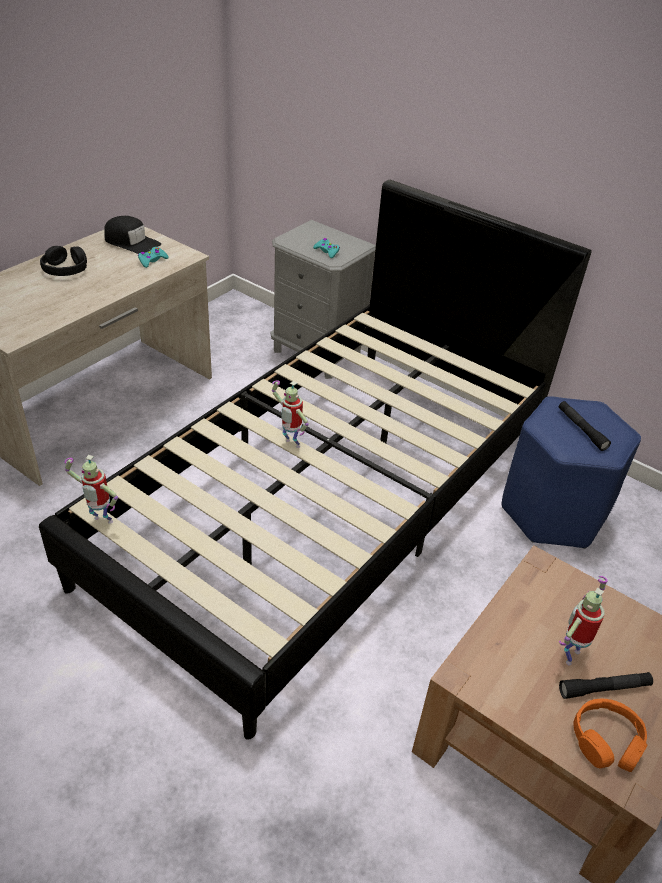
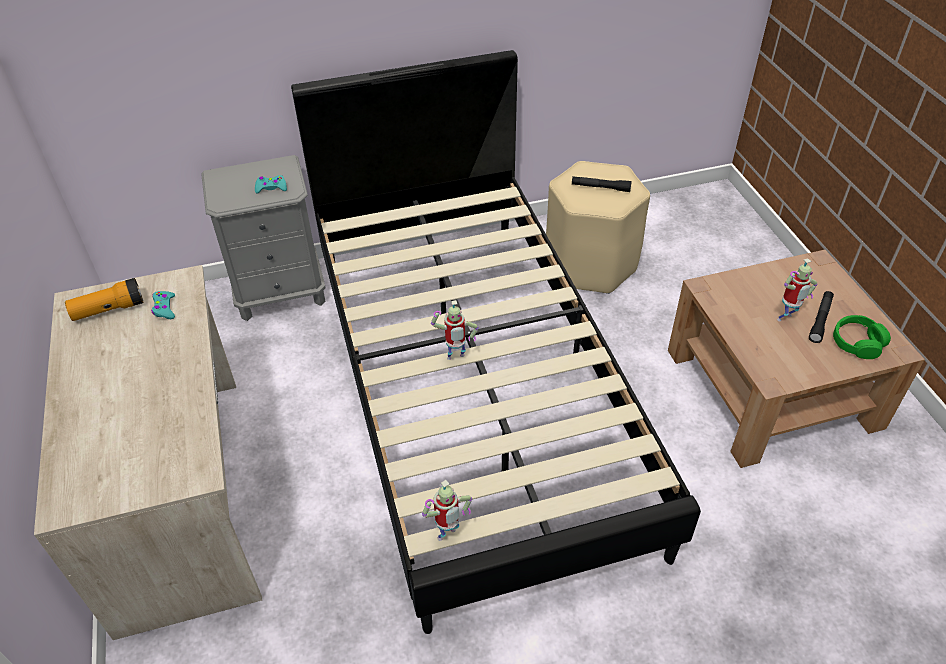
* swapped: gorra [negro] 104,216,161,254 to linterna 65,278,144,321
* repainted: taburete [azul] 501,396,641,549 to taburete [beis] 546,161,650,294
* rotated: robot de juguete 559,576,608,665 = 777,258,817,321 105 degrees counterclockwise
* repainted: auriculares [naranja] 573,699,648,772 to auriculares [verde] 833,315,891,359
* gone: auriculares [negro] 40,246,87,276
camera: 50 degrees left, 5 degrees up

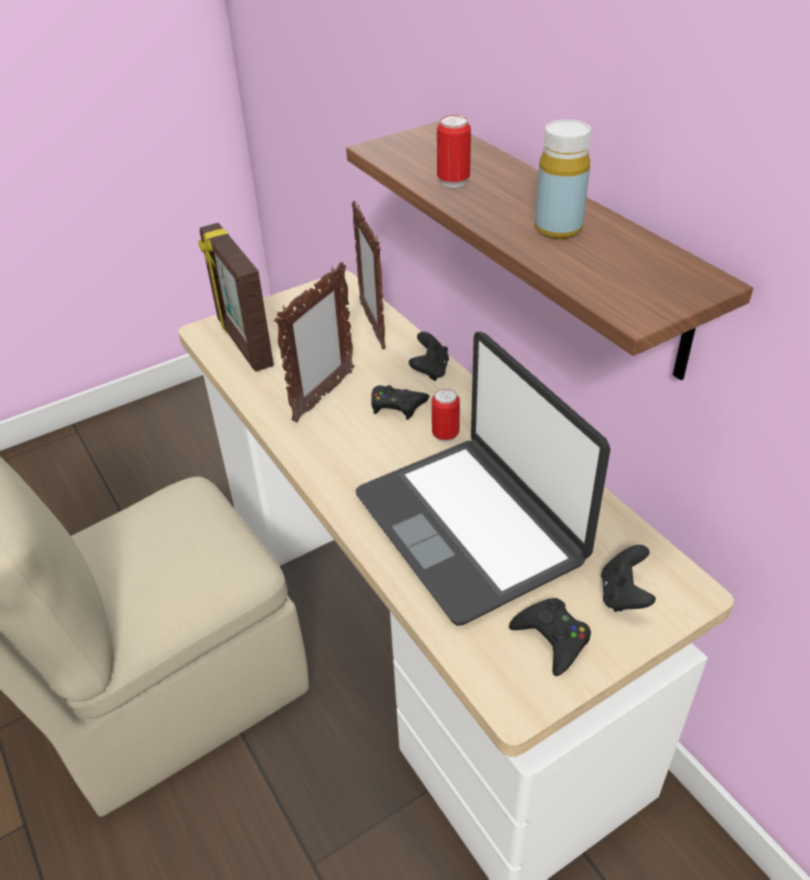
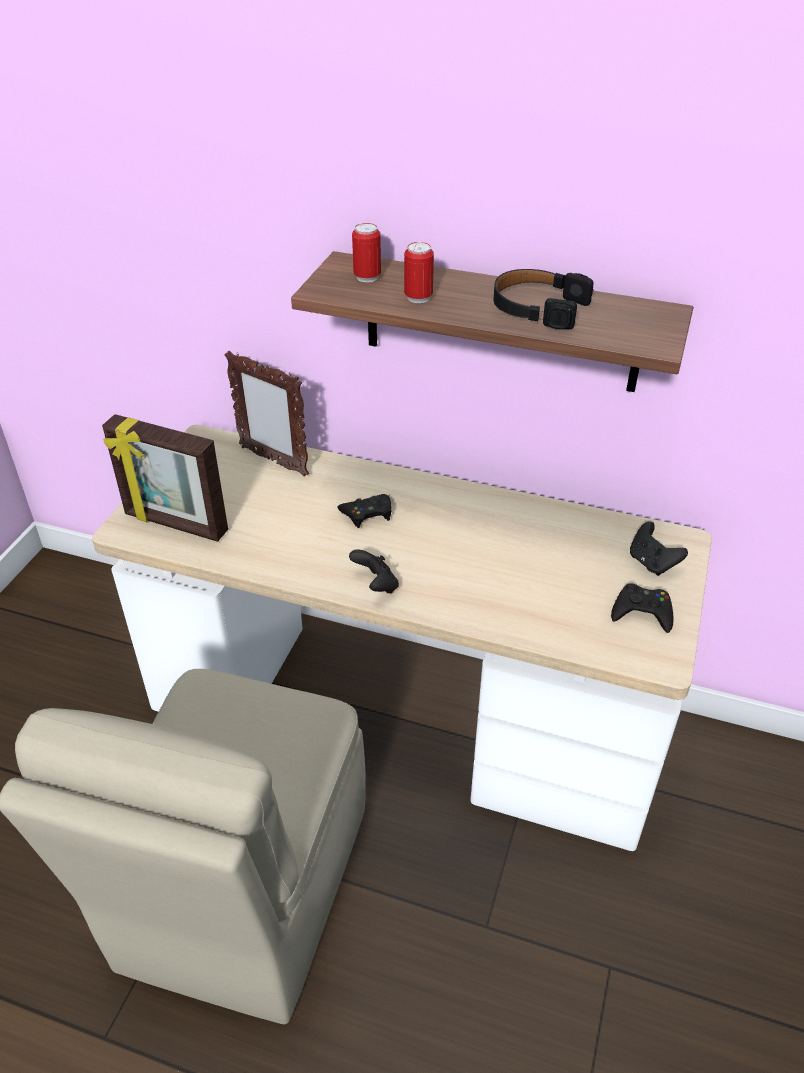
* shifted: mando de consola [negro] 409,331,449,381 to 349,549,399,593
* shifted: lata 432,388,460,442 to 352,223,381,283
* swapped: botella [amarillo] 535,120,591,239 to auriculares [negro] 493,269,594,329
* gone: portarretratos 274,262,354,422
* gone: portátil 356,332,610,626
camera: 40 degrees left, 0 degrees up

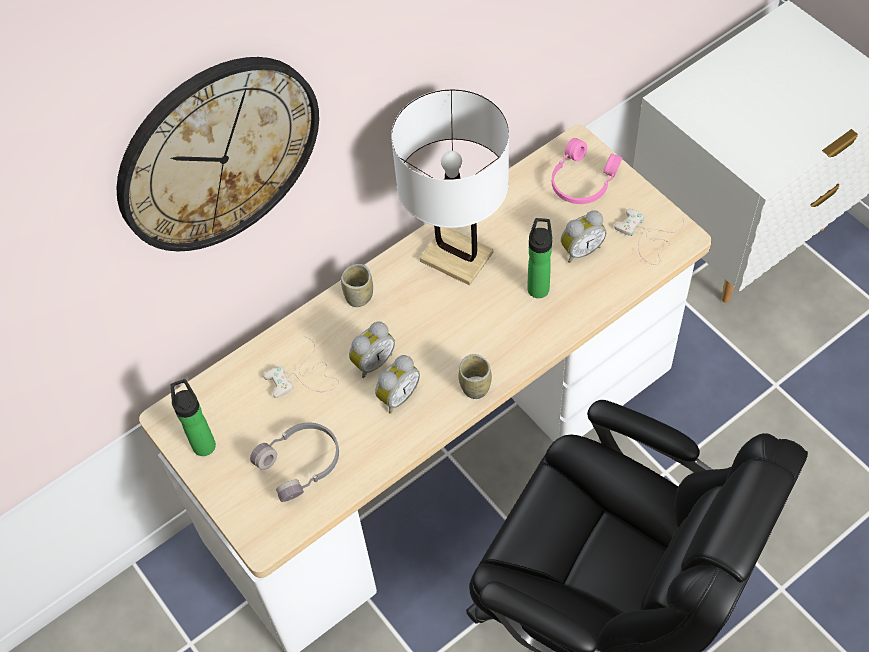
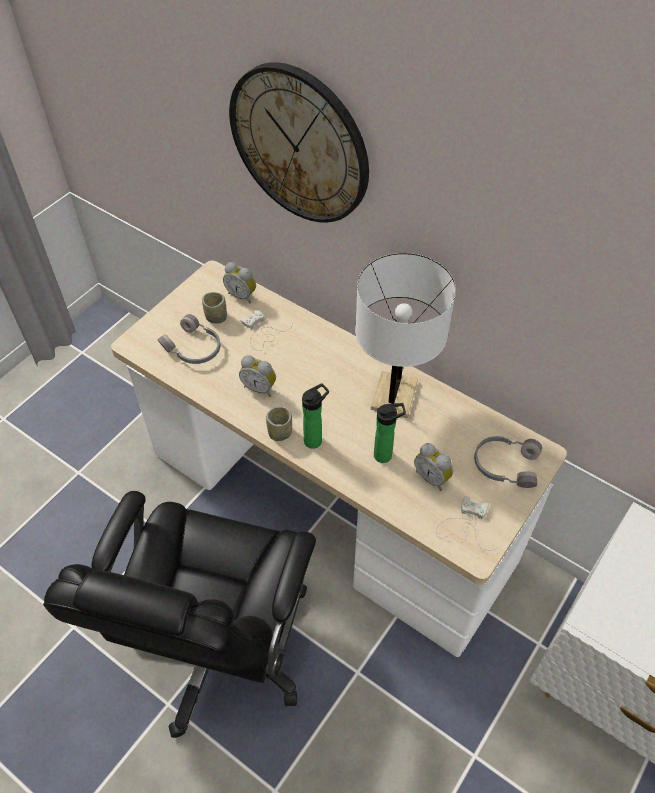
* shifted: taza 341,264,373,307 to 202,292,227,324
* shifted: despertador 349,321,395,378 to 223,262,256,303
* shifted: botella 171,379,216,456 to 302,383,329,449
* repainted: auriculares [rosa] 552,138,622,204 to auriculares [gris] 474,436,542,488
camera: 70 degrees right, 5 degrees down

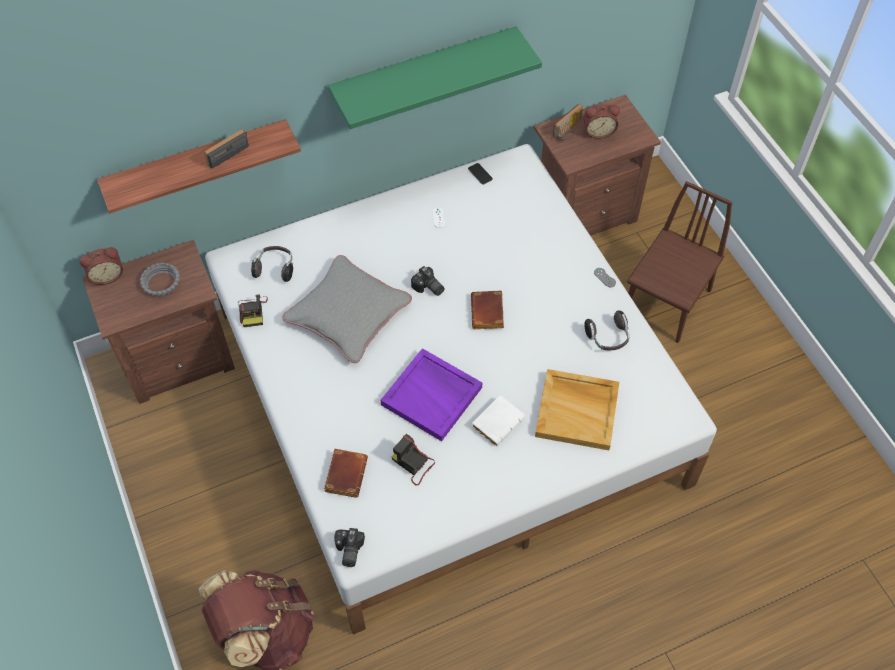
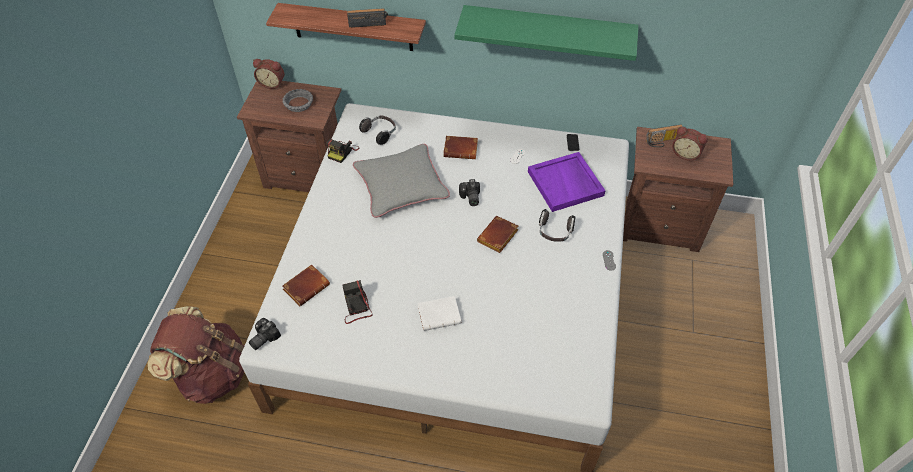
* new: libro [marrón] 443,136,478,159
* shifted: bandeja [morado] 381,348,482,441 to 528,152,605,212
* shifted: auriculares 584,310,630,350 to 539,209,575,242
* gone: bandeja [beis] 535,369,620,450
* gone: silla [marrón] 627,181,733,343
camera: 35 degrees right, 5 degrees down

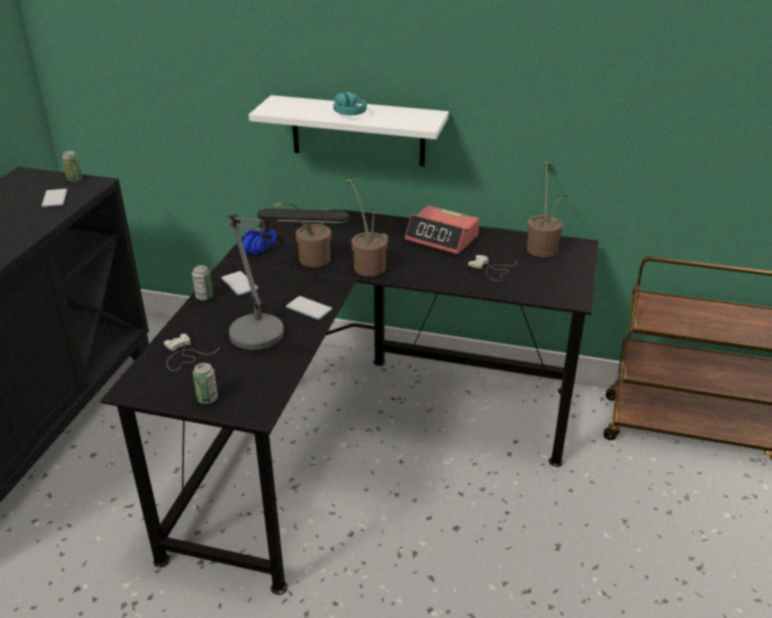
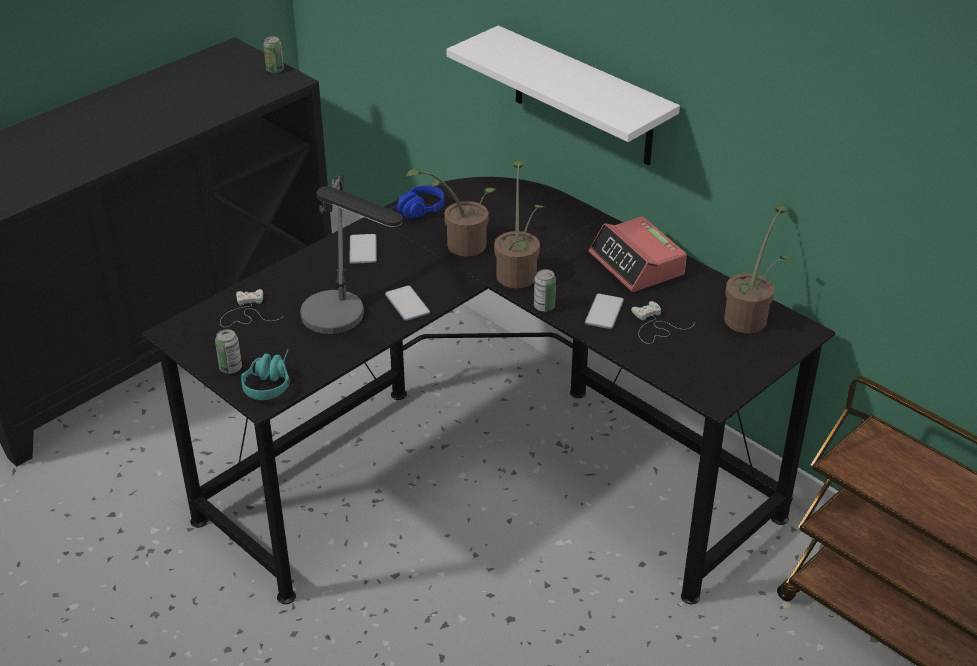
* shifted: auriculares [turquesa] 333,92,367,115 to 241,349,290,400
* shifted: lata 192,265,213,301 to 534,269,556,312
* shifted: móvil 41,189,67,207 to 585,294,624,329
camera: 30 degrees right, 5 degrees up

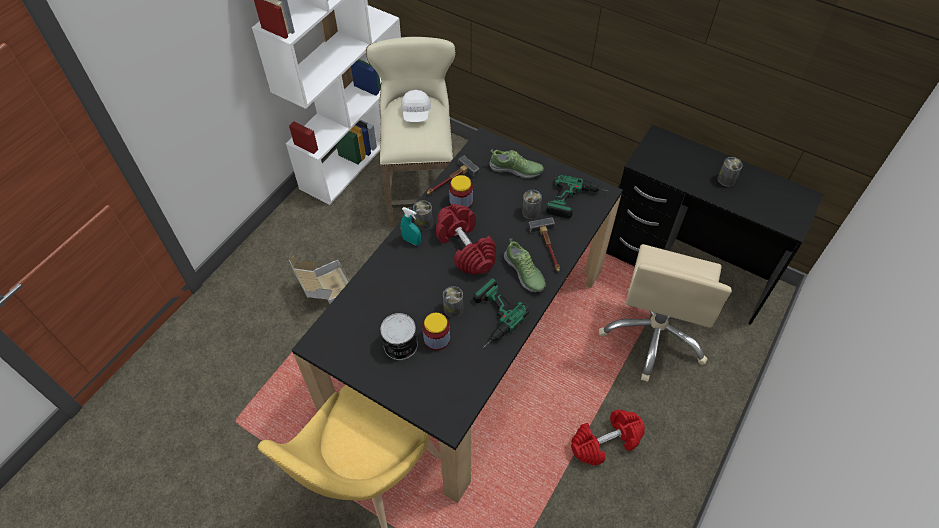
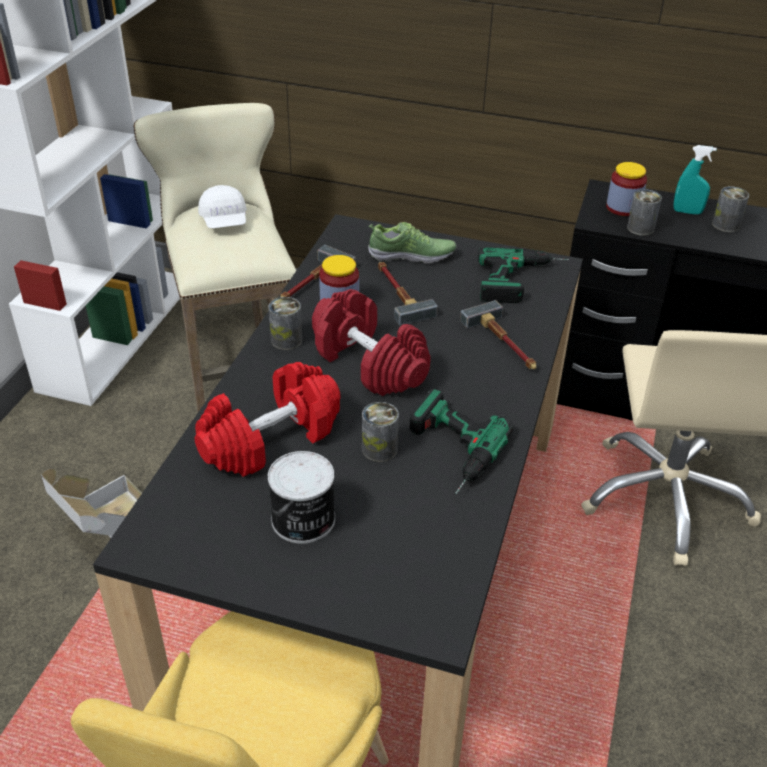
* shifted: mancuerna [rojo] 571,410,645,465 to 195,362,341,477
* new: martillo 378,262,438,325
* shifted: tarro 422,313,450,350 to 606,162,647,216
* shifted: lata 522,190,542,219 to 627,189,662,236
* shifted: pulverizador [turquesa] 401,207,421,246 to 673,145,717,215
* gone: zapato 504,239,546,292
camera: 15 degrees left, 15 degrees down

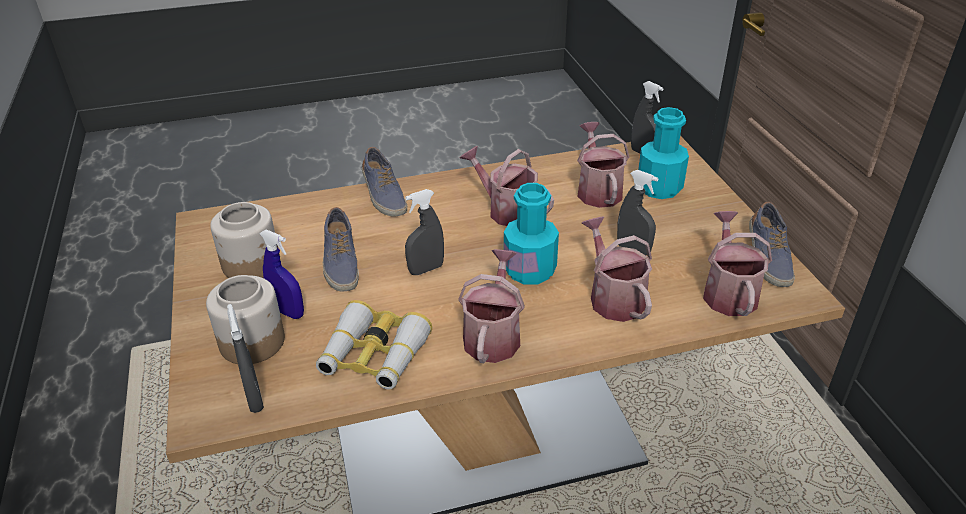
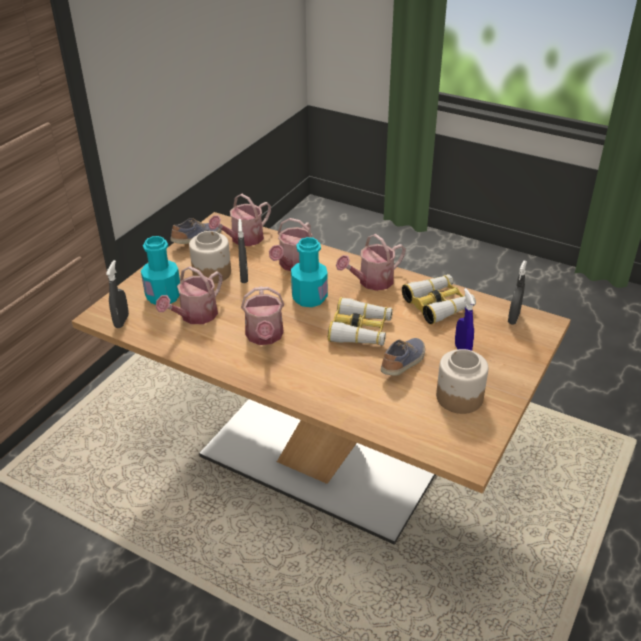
* shifted: tarro 206,275,285,364 to 189,231,231,283
* swapped: pulverizador [gris] 405,189,444,275 to prismáticos 328,297,393,346
* gone: zapato 362,147,407,217
camera: 135 degrees left, 0 degrees up

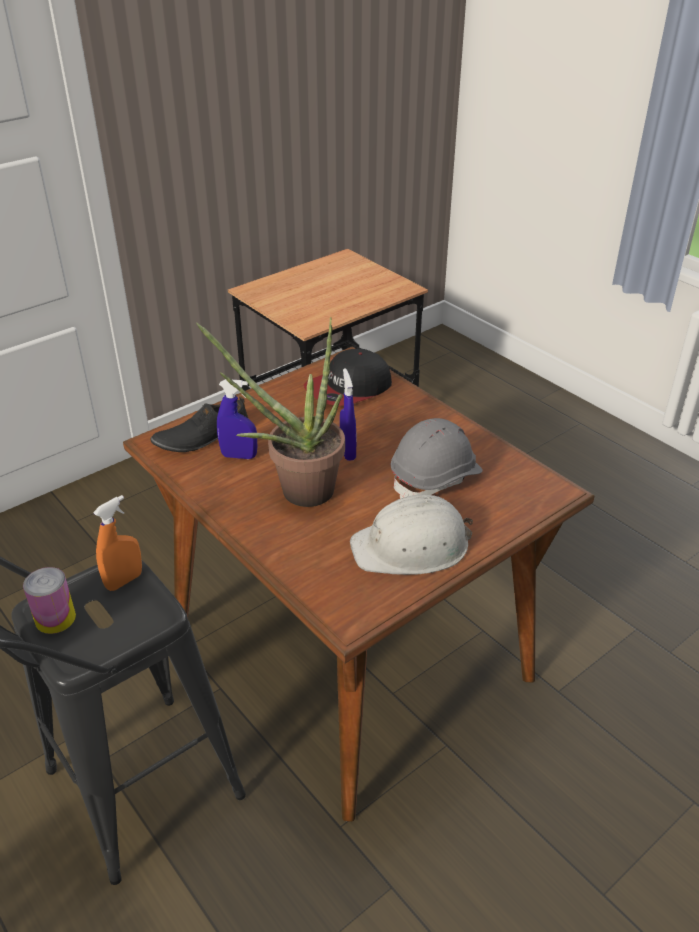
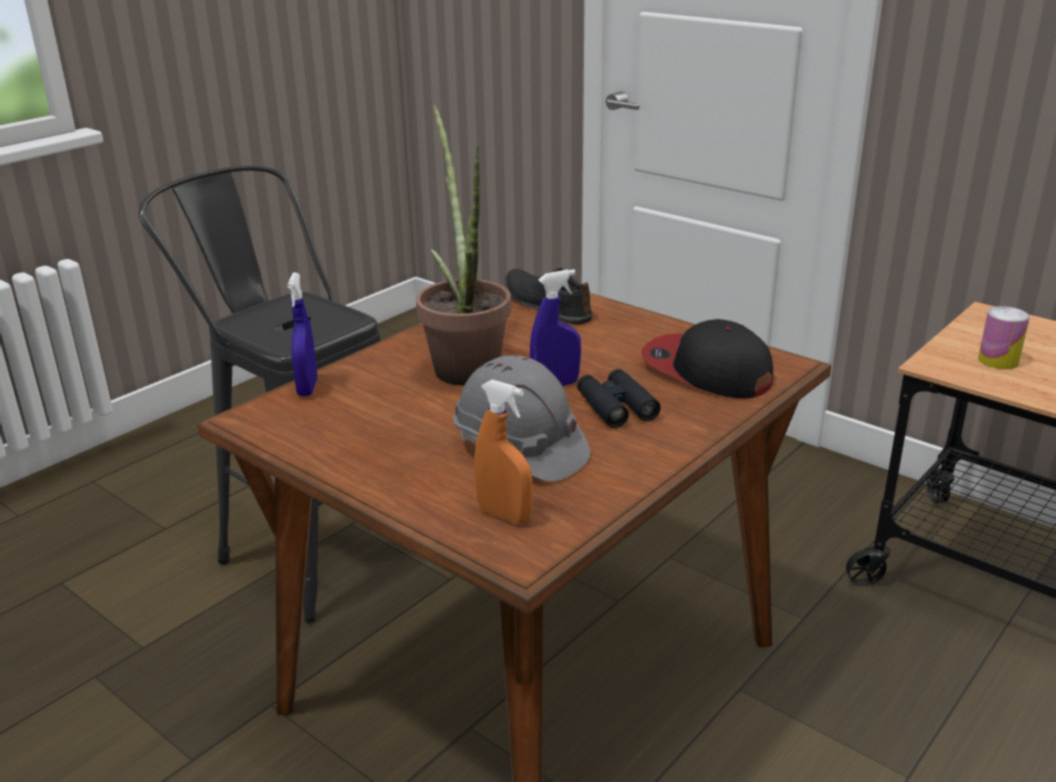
* shifted: pulverizador [azul] 217,379,257,459 to 287,272,317,396
* shifted: pulverizador [naranja] 93,495,142,591 to 474,379,533,524
* new: prismáticos [negro] 577,369,661,428
* shifted: lata 23,567,76,634 to 978,306,1030,369
* gone: casco [blanco] 350,494,473,575
camera: 80 degrees right, 10 degrees down

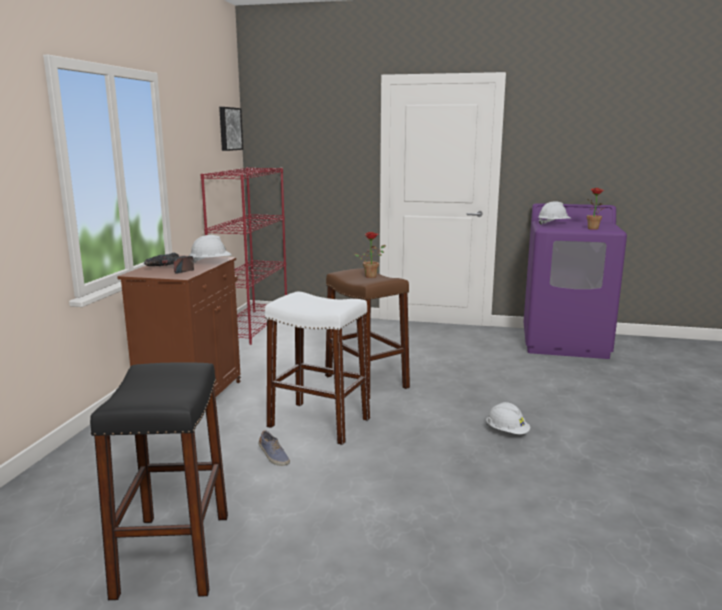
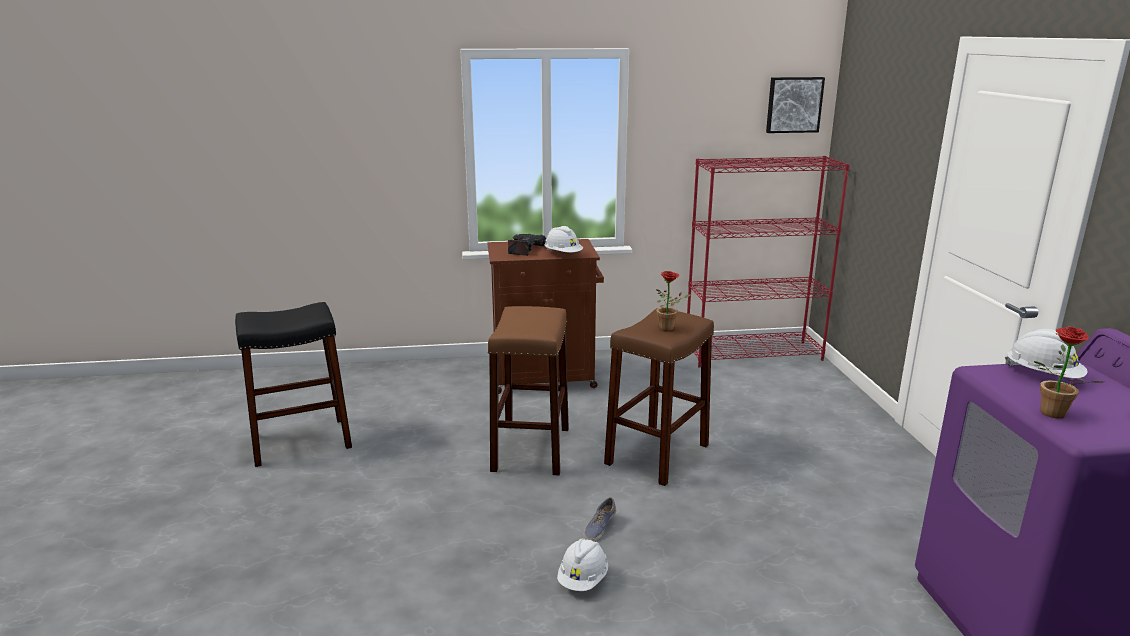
* repainted: taburete [blanco] 265,291,370,445 to taburete [marrón] 487,306,569,476
* shifted: zapato 259,430,290,466 to 583,497,616,542
camera: 70 degrees right, 5 degrees up

